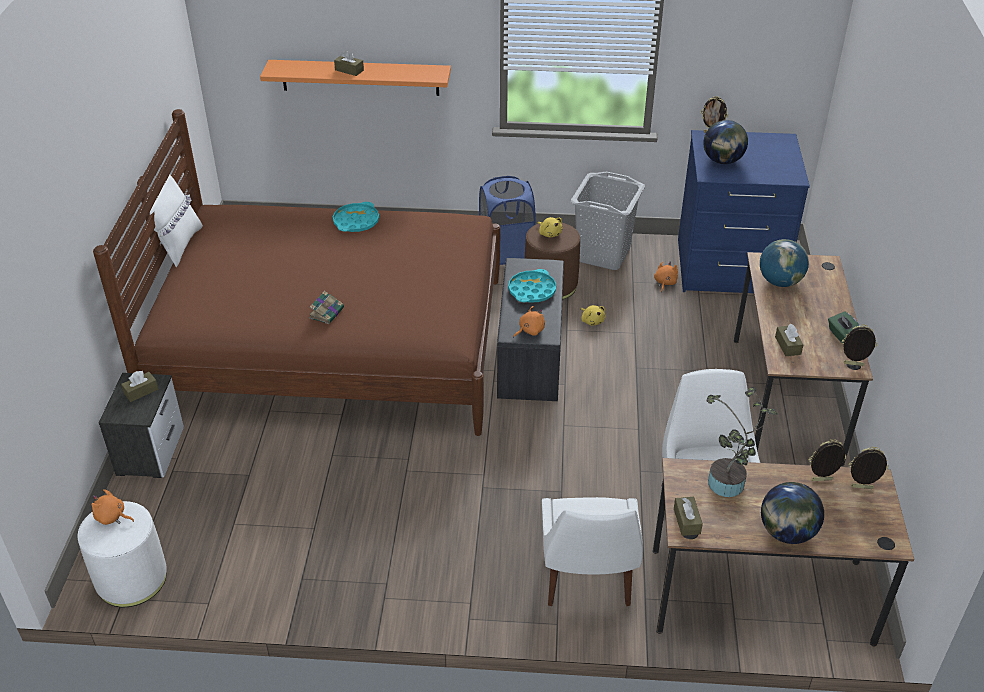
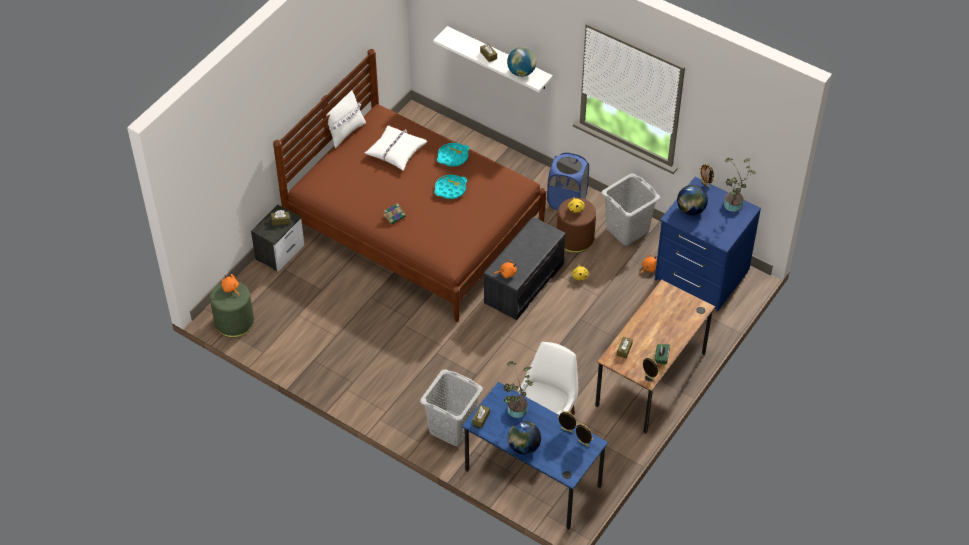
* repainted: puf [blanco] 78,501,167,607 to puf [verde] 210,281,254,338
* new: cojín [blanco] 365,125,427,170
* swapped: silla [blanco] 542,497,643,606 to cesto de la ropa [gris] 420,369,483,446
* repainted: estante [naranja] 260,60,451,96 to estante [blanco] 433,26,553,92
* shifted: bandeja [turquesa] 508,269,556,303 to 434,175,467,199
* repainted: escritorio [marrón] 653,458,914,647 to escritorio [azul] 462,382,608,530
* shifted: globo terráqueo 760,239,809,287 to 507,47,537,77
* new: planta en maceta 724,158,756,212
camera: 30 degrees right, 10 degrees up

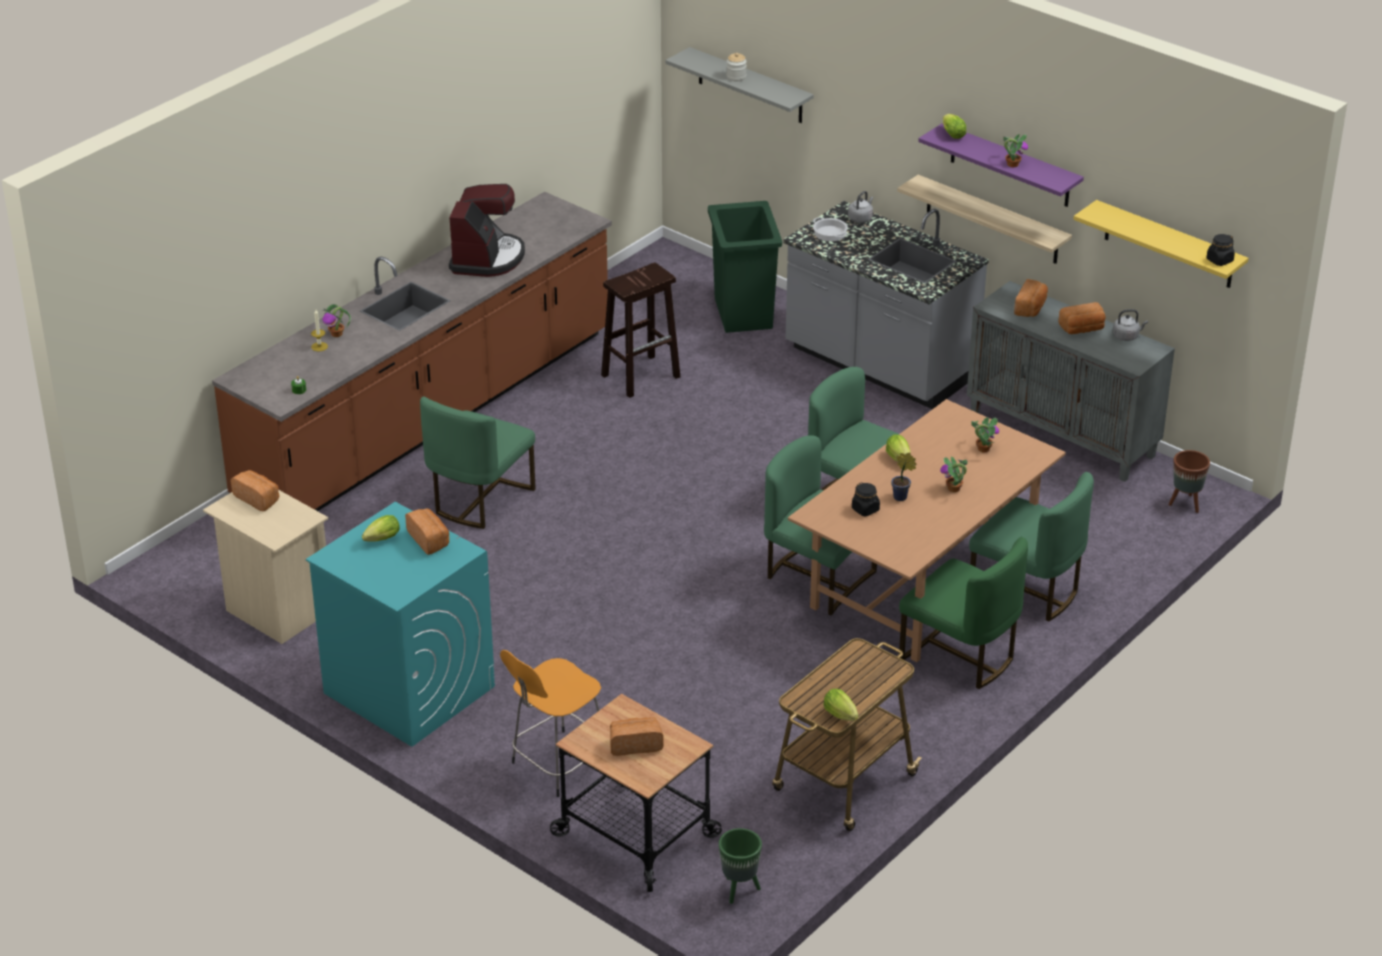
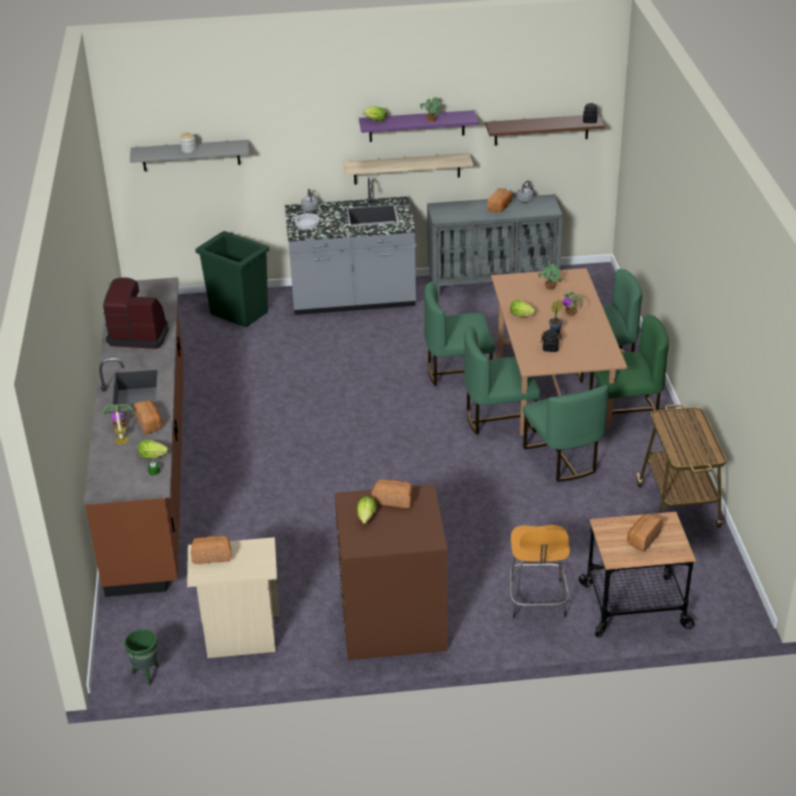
* rotated: cafetera 449,184,525,277 = 103,277,169,349 45 degrees counterclockwise
* shifted: maceta [verde] 719,828,762,904 to 124,629,159,686
* shifted: pan 1014,279,1048,317 to 133,401,162,434
* shifted: lechuga 823,689,859,721 to 138,440,169,458
* repainted: lavadora [turquesa] 306,502,495,747 to lavadora [marrón] 335,484,448,660
* repainted: estante [amarillo] 1073,200,1248,288 to estante [marrón] 485,114,605,145
* shifted: silla [verde] 420,397,535,529 to 523,385,609,482
* gone: taburete [marrón] 601,262,681,398
* gone: maceta [marrón] 1168,450,1210,513
camera: 45 degrees left, 0 degrees up

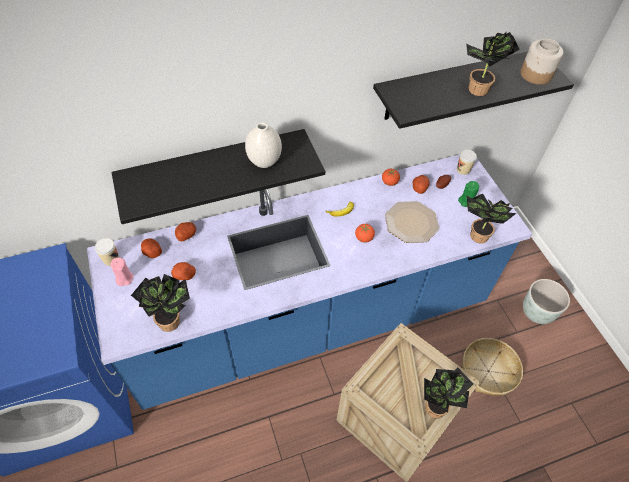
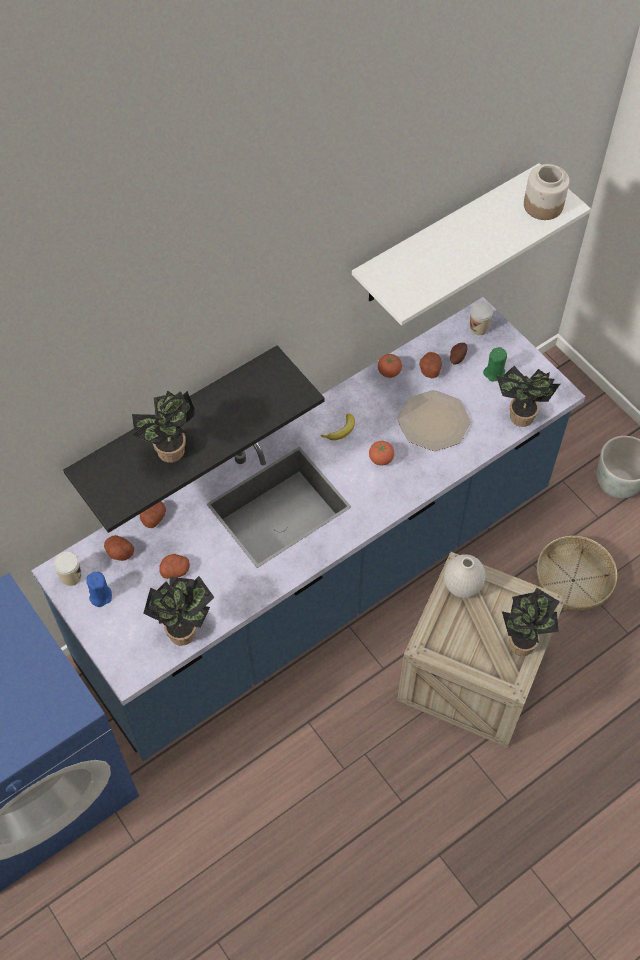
* repainted: vela [rosa] 110,257,133,286 to vela [azul] 86,572,112,607
* shifted: planta en maceta 466,32,520,96 to 132,390,196,463
* repainted: estante [negro] 373,52,574,129 to estante [blanco] 352,163,591,326
* shifted: florero [blanco] 245,122,282,168 to 444,554,485,598
camera: 15 degrees left, 5 degrees up

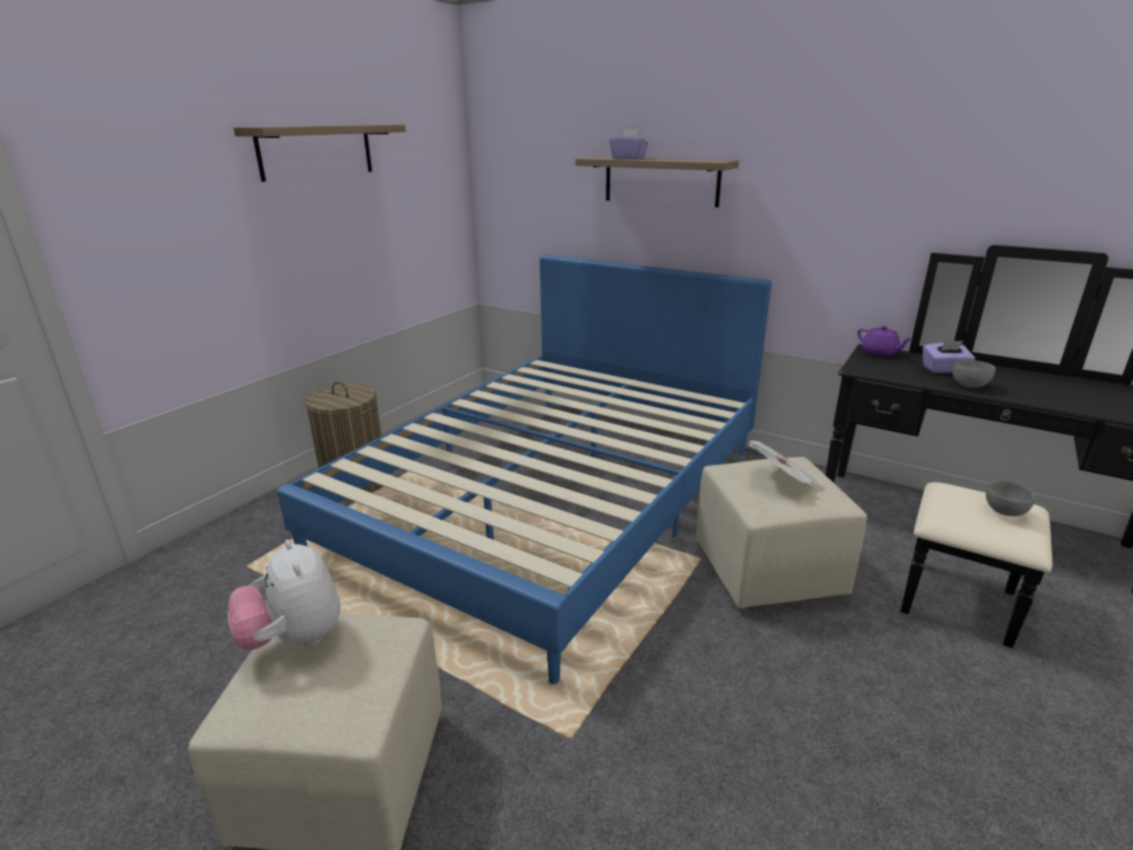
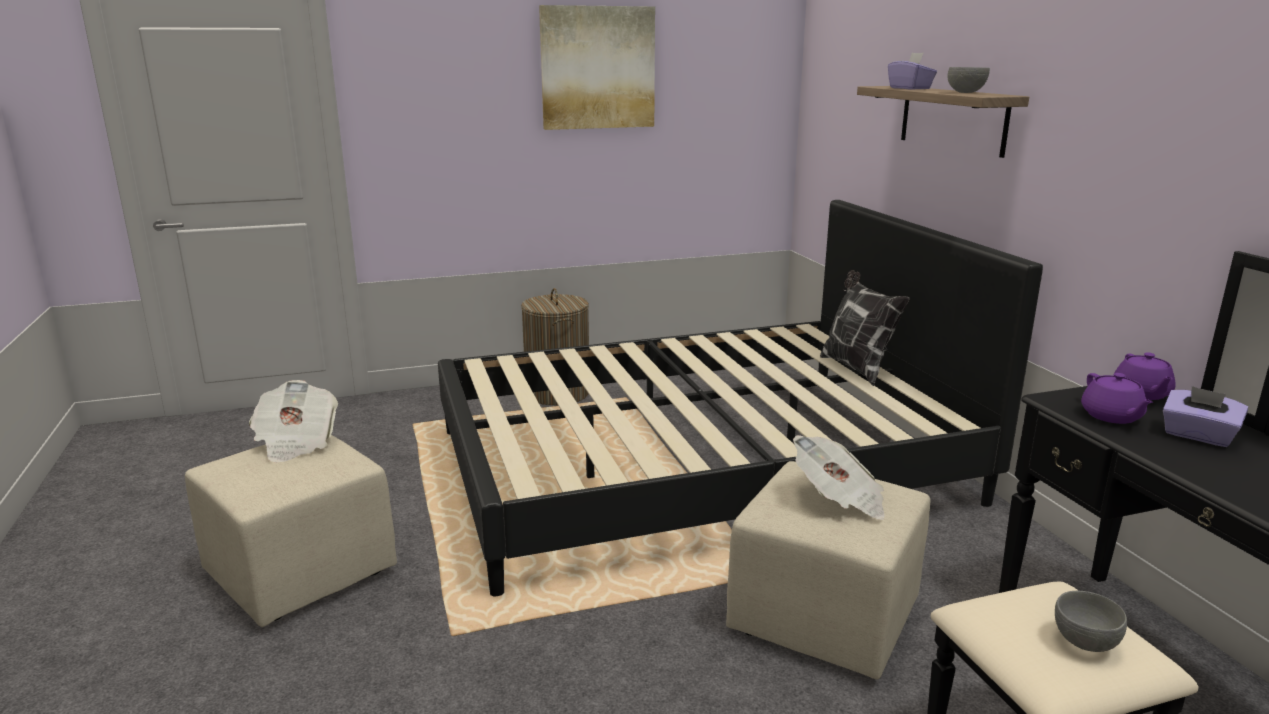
* swapped: peluche 228,540,341,650 to periódico 249,380,338,463
* repainted: cama [azul] 277,255,772,684 to cama [negro] 438,200,1043,596
* swapped: estante 234,125,406,182 to cuadro 539,5,655,130
* new: cojín 820,270,910,386
* shifted: cuenco [gris] 953,360,996,388 to 948,67,990,93
* new: tetera [morado] 1081,373,1154,424
camera: 40 degrees right, 5 degrees down

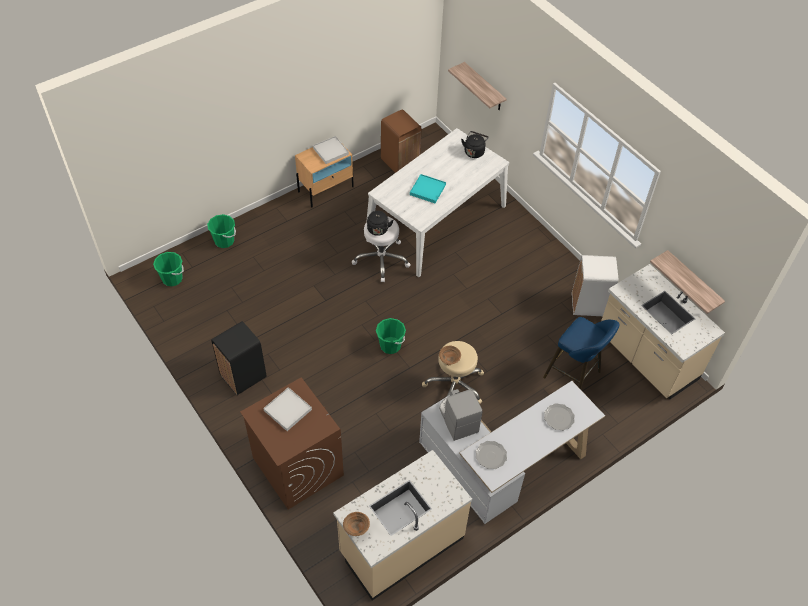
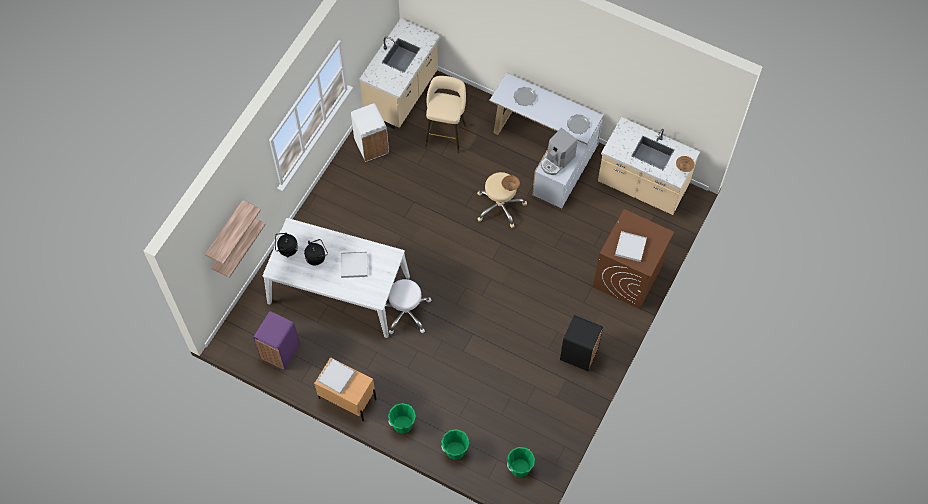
* shifted: estante 650,250,725,314 to 205,200,261,264
* repainted: papelera [marrón] 381,109,421,173 to papelera [morado] 253,311,300,370
* shifted: hervidor [negro] 367,211,394,236 to 304,239,328,265
* repainted: bandeja [turquesa] 410,174,446,203 to bandeja [blanco] 341,252,368,278
* shifted: cubo [verde] 376,318,406,354 to 388,403,416,434
* repainted: taburete [azul] 543,317,619,389 to taburete [beis] 425,76,466,153
camera: 115 degrees left, 10 degrees up

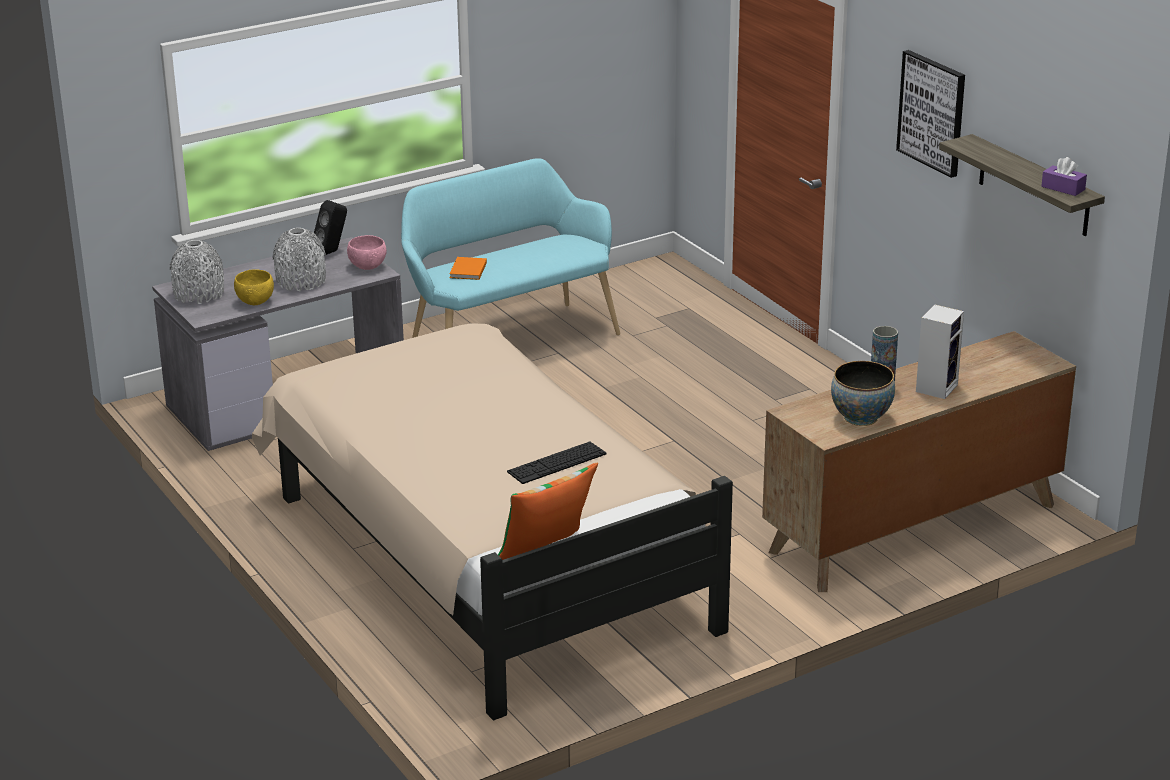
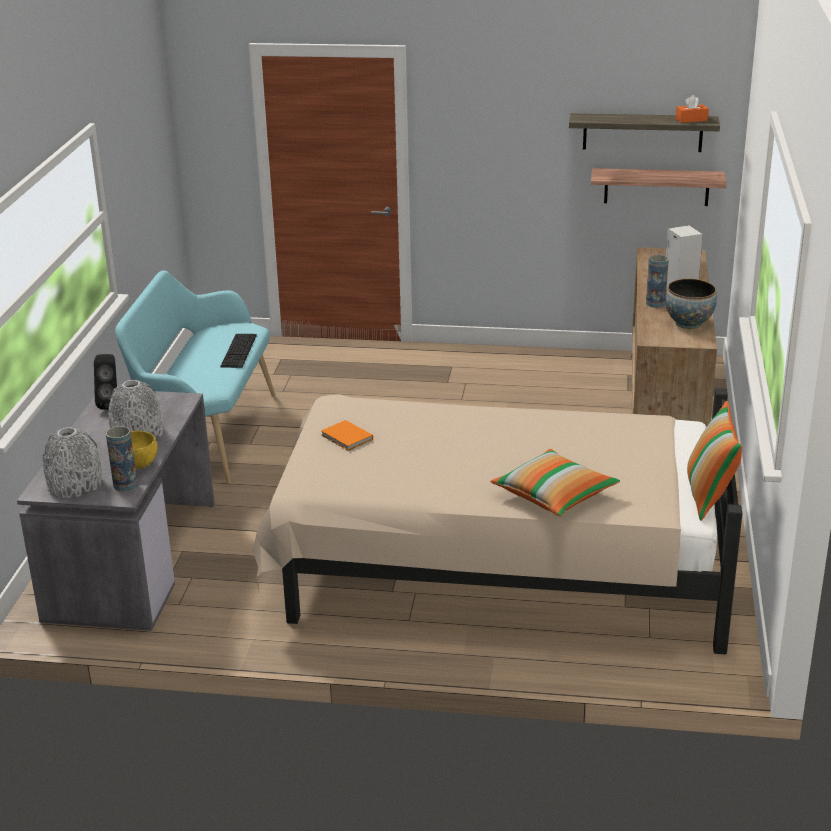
* new: florero 106,426,138,491
* shifted: teclado 507,442,607,484 to 220,334,257,368
* shifted: libro [naranja] 449,257,487,280 to 321,420,373,451
* new: cojín 490,449,620,516
* new: estante 591,168,727,206
* repainted: caja de pañuelos [morado] 1042,157,1087,196 to caja de pañuelos [naranja] 676,95,709,123
* gone: cuenco [rosa] 347,235,387,270
* gone: cuadro 896,50,965,178
camera: 50 degrees left, 0 degrees up

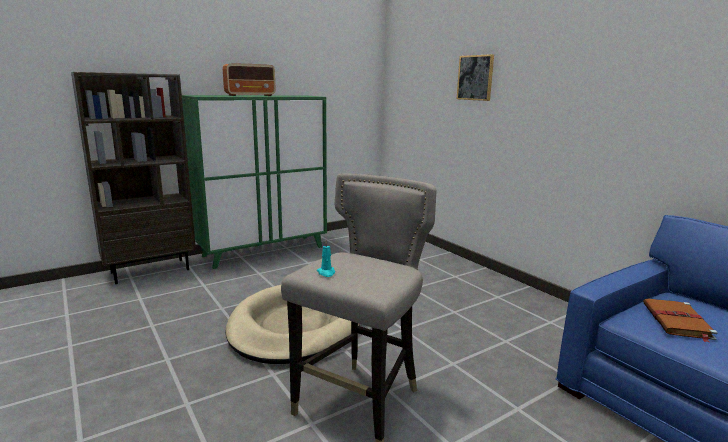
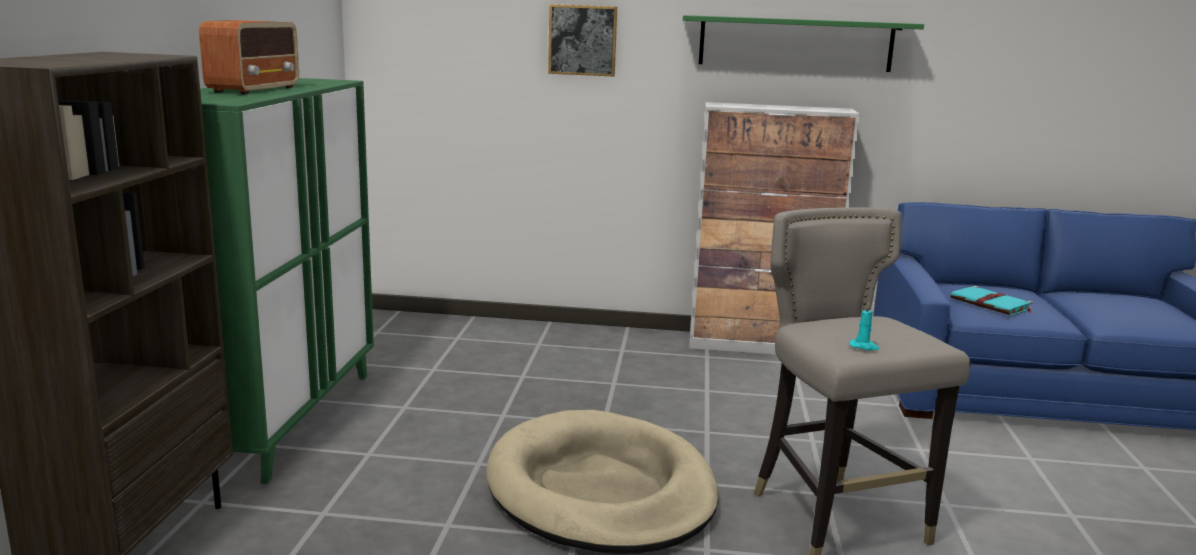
* new: estante [verde] 683,15,924,72
* new: armario 689,102,860,355
* repainted: libro [marrón] 643,298,718,342 to libro [turquesa] 950,286,1033,315
camera: 50 degrees left, 0 degrees up

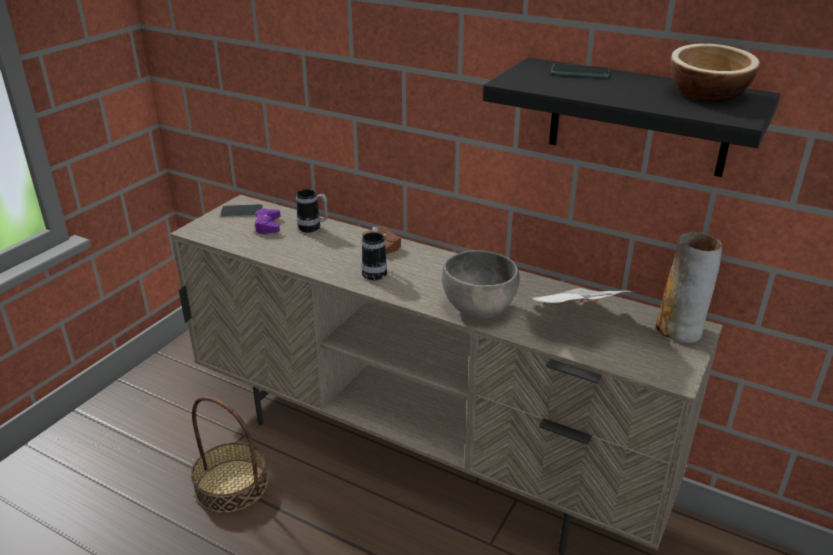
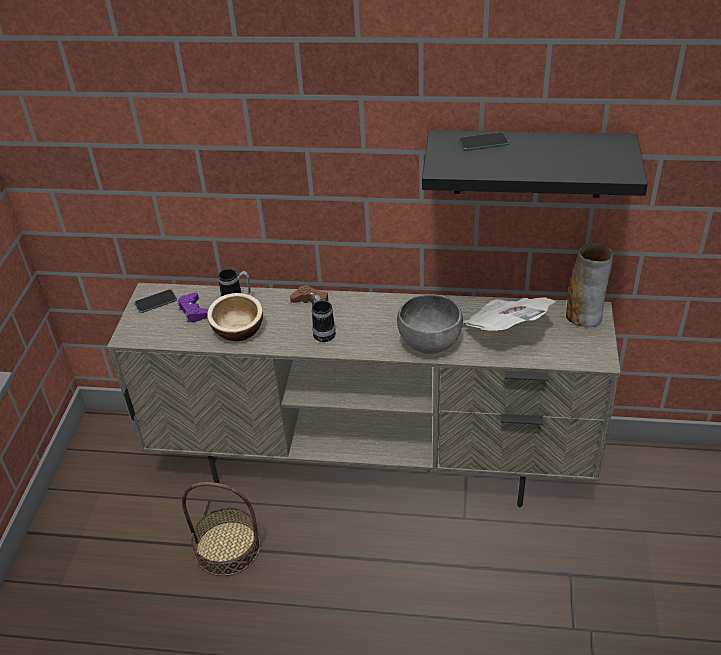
* shifted: cuenco 670,44,760,102 to 207,293,263,341
camera: 20 degrees left, 10 degrees up

